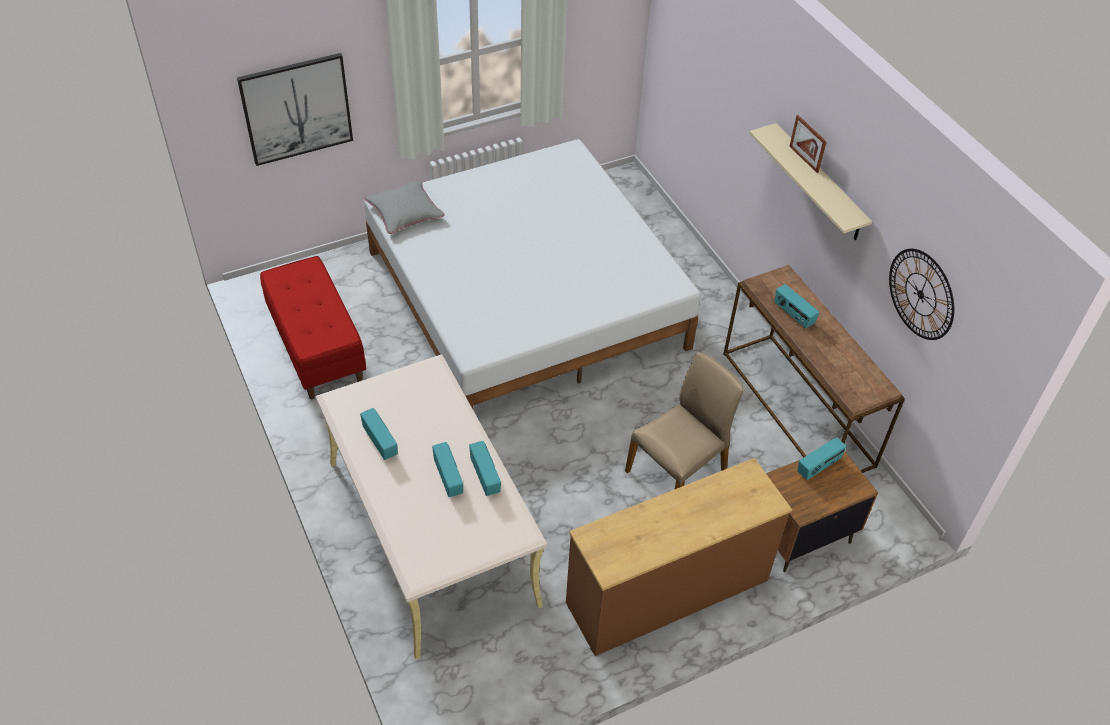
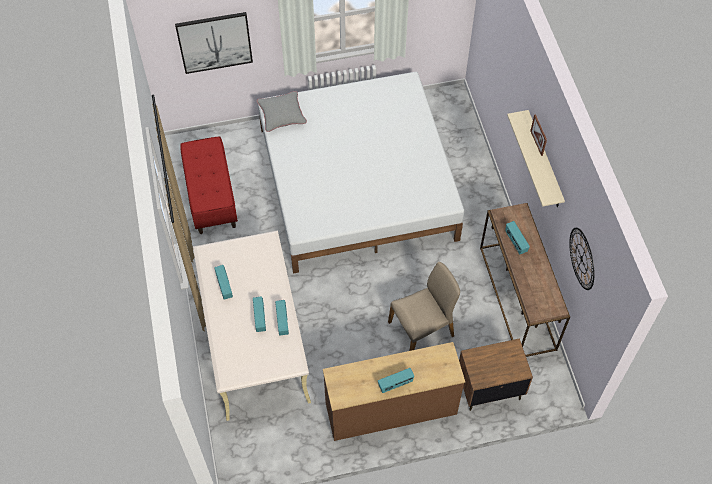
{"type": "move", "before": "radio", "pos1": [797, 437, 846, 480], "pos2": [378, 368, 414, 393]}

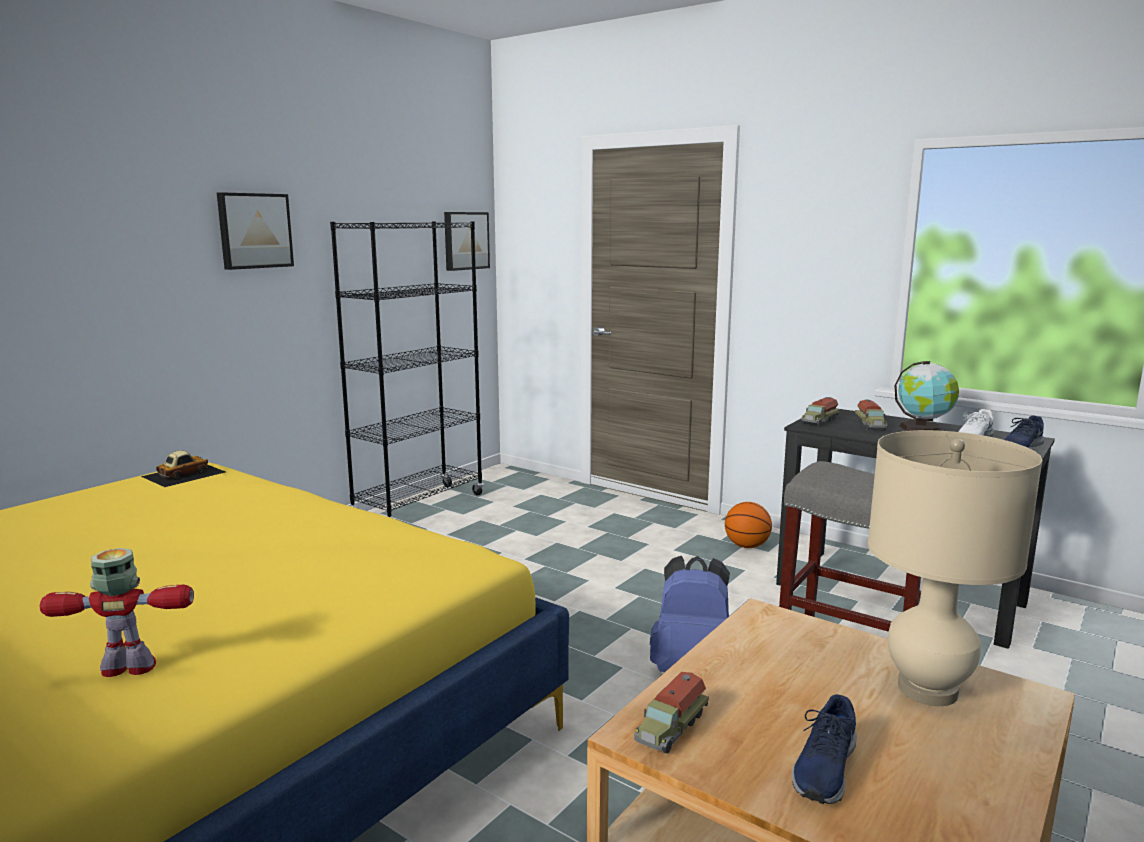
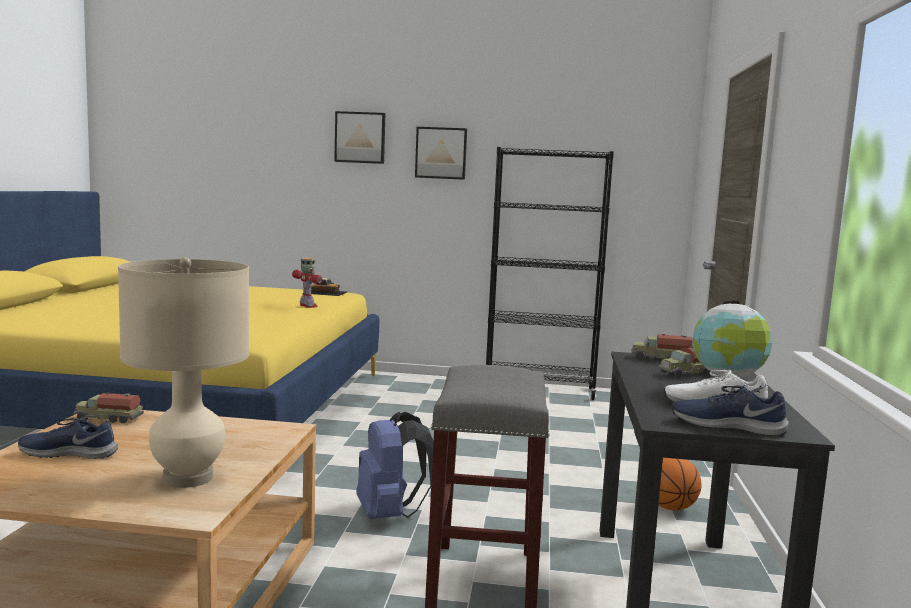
{"type": "move", "before": "toy robot", "pos1": [40, 548, 194, 677], "pos2": [292, 258, 323, 308]}
{"type": "move", "before": "picture", "pos1": [444, 212, 490, 271], "pos2": [334, 111, 385, 164]}

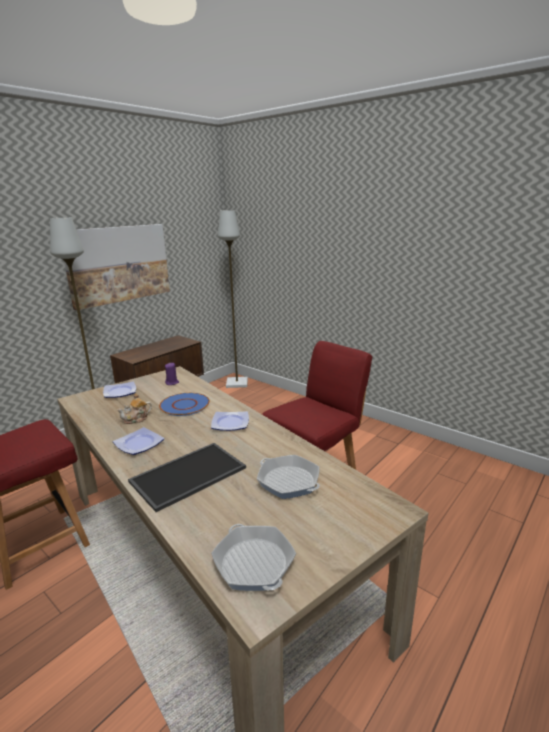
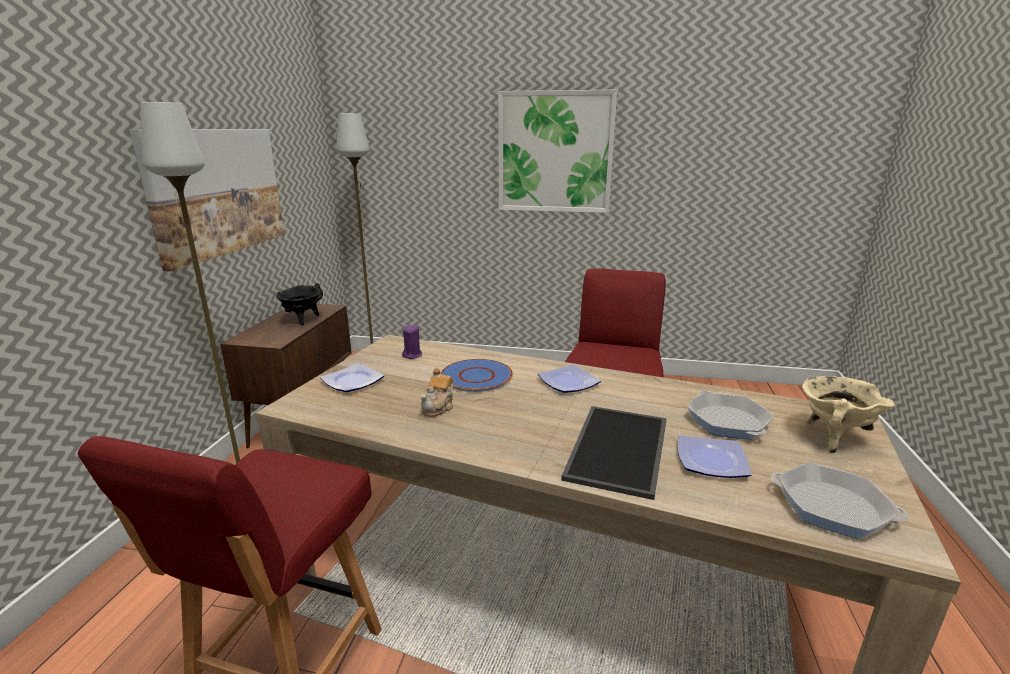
{"type": "move", "before": "plate", "pos1": [113, 427, 164, 455], "pos2": [677, 435, 752, 478]}
{"type": "rotate", "before": "frying pan", "pos1": [257, 455, 320, 499], "pos2": [687, 391, 774, 439], "turn": -120}
{"type": "insert", "after": "cooking pot/black", "pos2": [276, 283, 323, 325]}
{"type": "insert", "after": "picture", "pos2": [498, 90, 617, 213]}
{"type": "insert", "after": "cooking pot/beige", "pos2": [802, 376, 894, 454]}

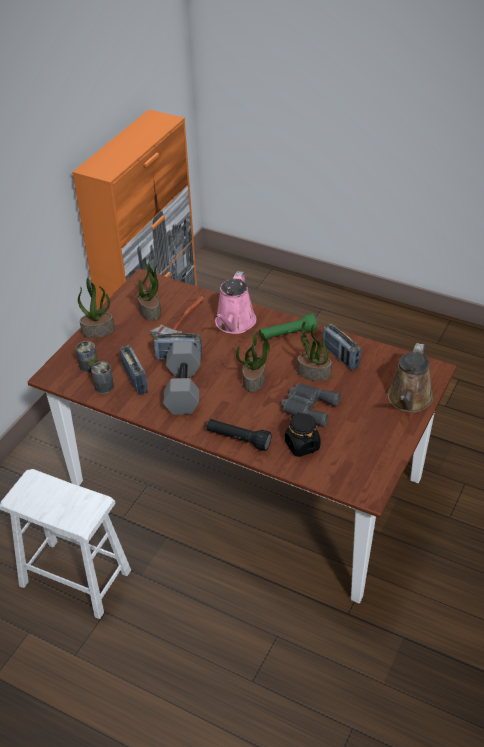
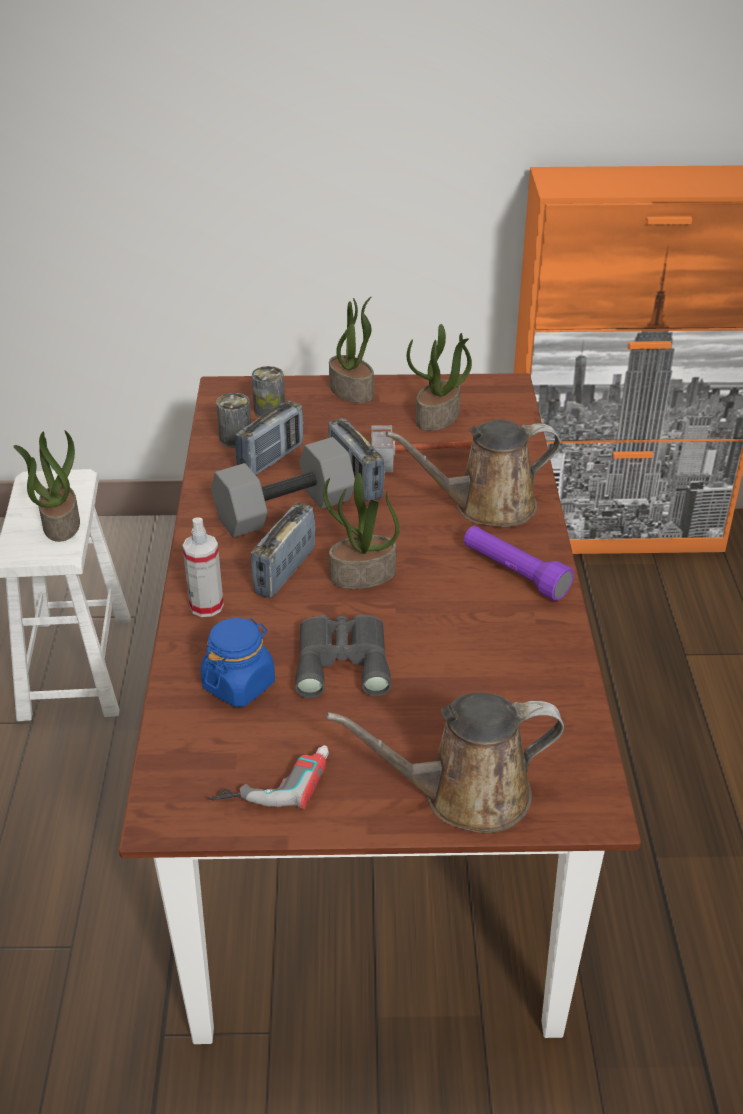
{"type": "replace", "before": "flashlight/black", "after": "spray bottle", "pos1": [206, 419, 272, 451], "pos2": [182, 518, 224, 617]}
{"type": "recolor", "before": "watering can/pink", "after": "watering can/brown", "pos1": [215, 271, 256, 334], "pos2": [386, 420, 561, 527]}
{"type": "recolor", "before": "flashlight/green", "after": "flashlight/purple", "pos1": [259, 314, 318, 340], "pos2": [464, 526, 574, 601]}
{"type": "recolor", "before": "jar/black", "after": "jar/blue", "pos1": [285, 412, 321, 457], "pos2": [200, 618, 275, 707]}
{"type": "move", "before": "potted plant", "pos1": [297, 321, 332, 381], "pos2": [13, 430, 80, 542]}
{"type": "move", "before": "radio", "pos1": [323, 323, 361, 370], "pos2": [251, 503, 315, 598]}
{"type": "insert", "after": "power drill", "pos2": [207, 745, 329, 809]}

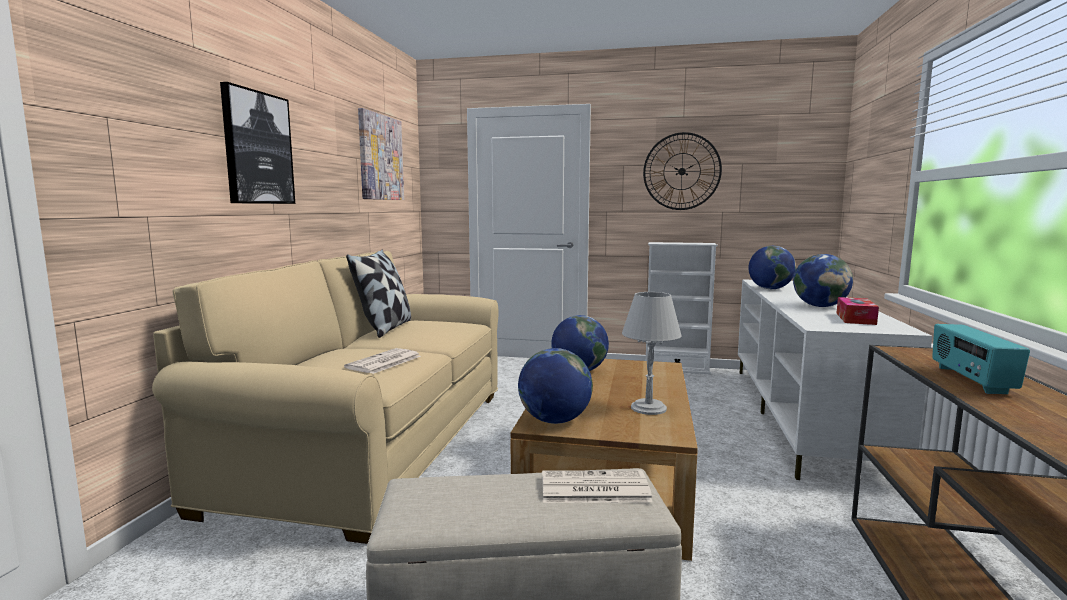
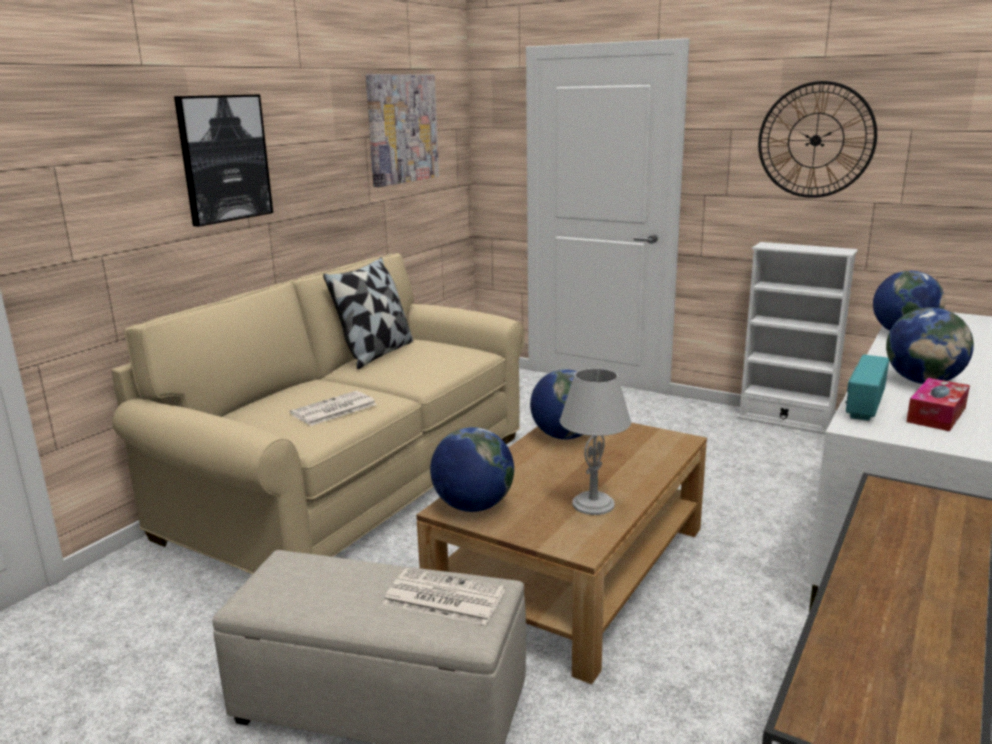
{"type": "move", "before": "radio", "pos1": [932, 324, 1030, 394], "pos2": [845, 355, 889, 421]}

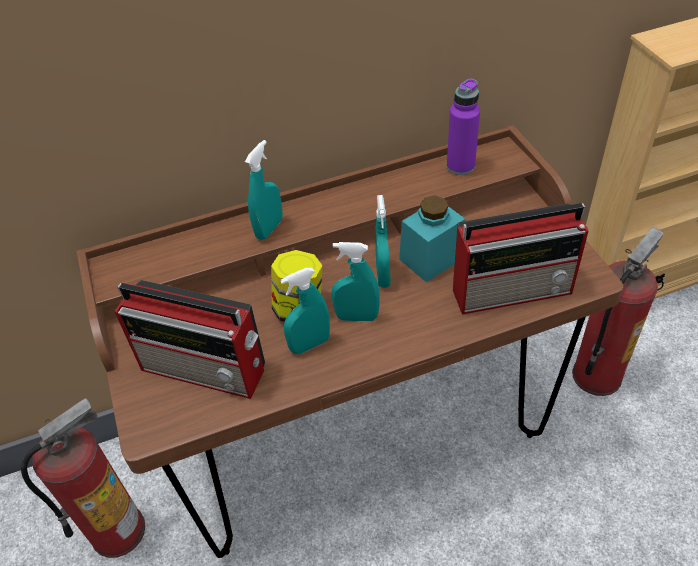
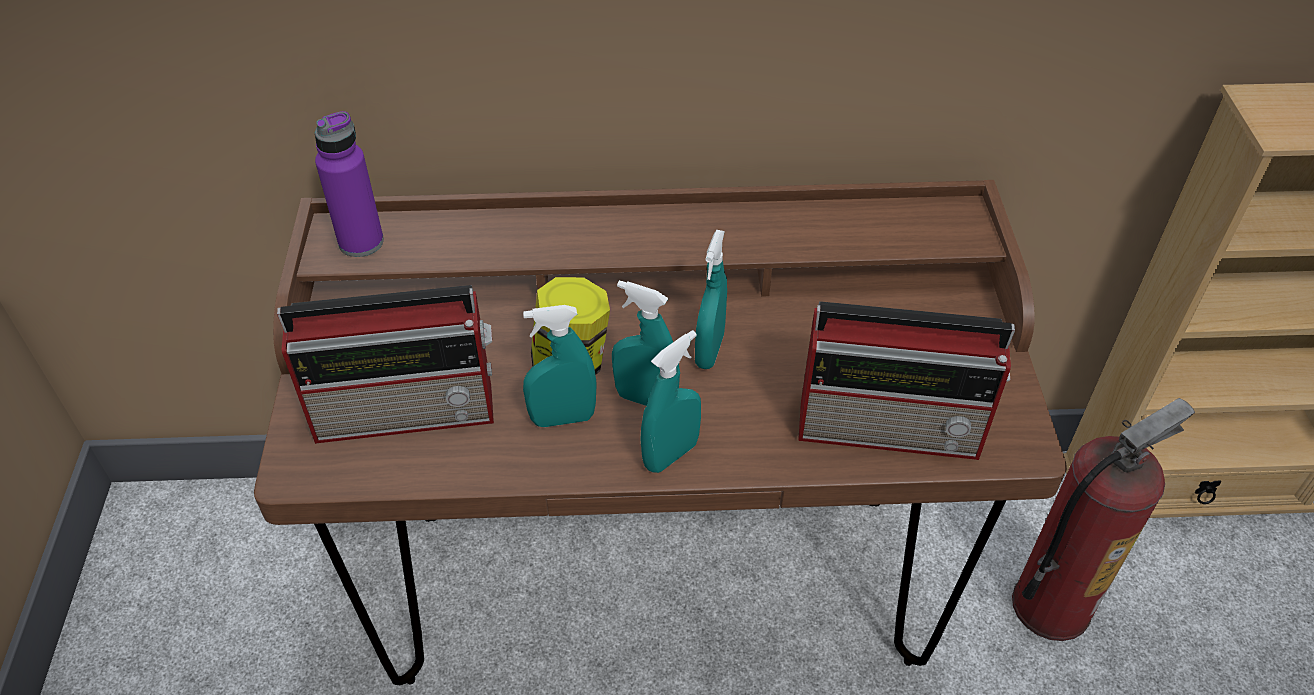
{"type": "delete", "before": "fire extinguisher", "pos1": [21, 398, 145, 558]}
{"type": "rotate", "before": "radio", "pos1": [115, 280, 265, 399], "pos2": [277, 285, 494, 444], "turn": -45}
{"type": "move", "before": "spray bottle/turquoise", "pos1": [245, 140, 283, 240], "pos2": [640, 330, 701, 473]}
{"type": "delete", "before": "jar/turquoise", "pos1": [399, 195, 465, 282]}
{"type": "move", "before": "bottle/purple", "pos1": [447, 79, 480, 175], "pos2": [315, 111, 384, 257]}

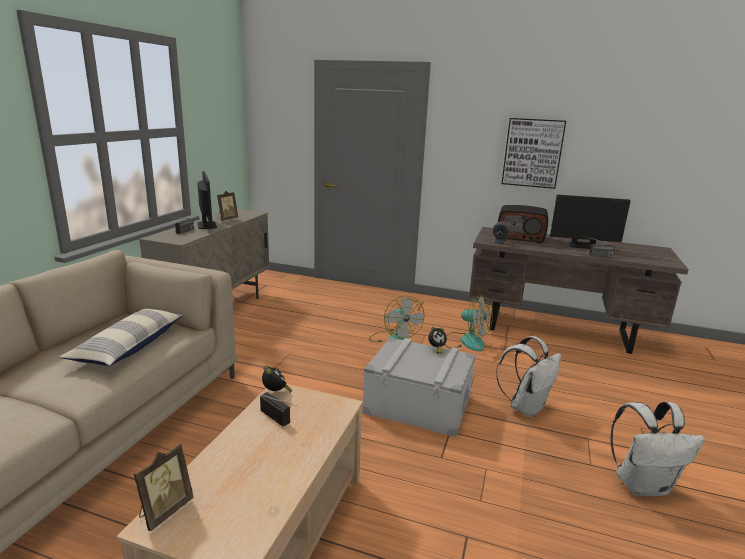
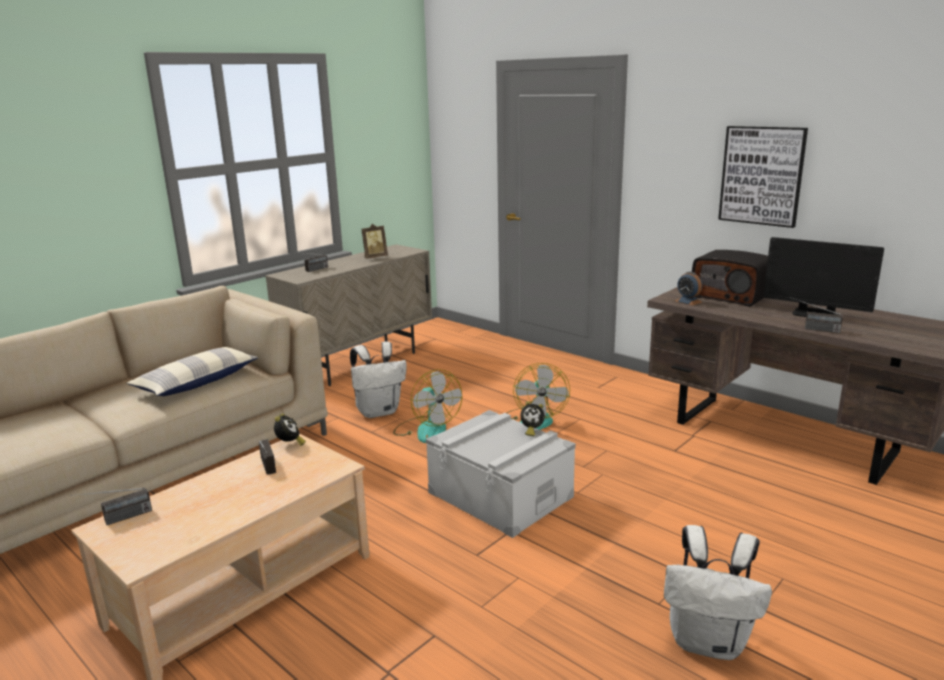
{"type": "replace", "before": "picture frame", "after": "radio", "pos1": [134, 444, 193, 532], "pos2": [71, 488, 152, 525]}
{"type": "delete", "before": "monitor", "pos1": [197, 171, 217, 229]}
{"type": "move", "before": "fan", "pos1": [445, 295, 493, 351], "pos2": [393, 369, 462, 443]}
{"type": "move", "before": "backpack/white", "pos1": [496, 336, 561, 417], "pos2": [350, 341, 407, 418]}

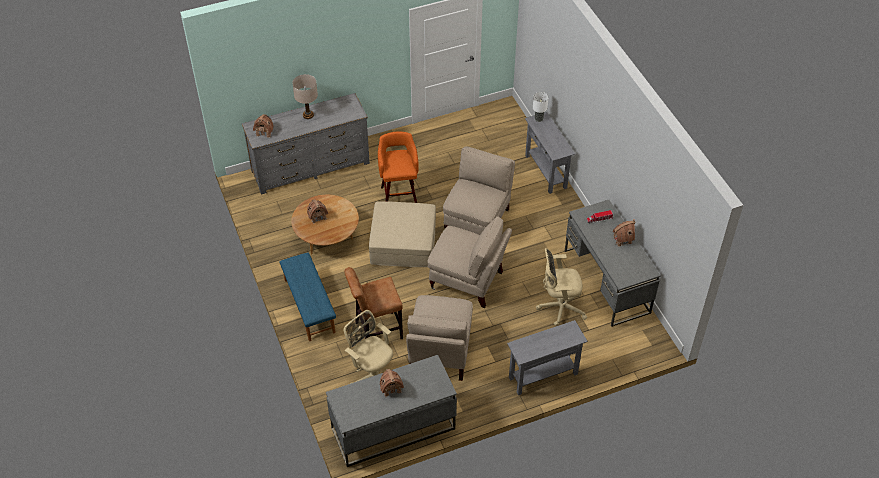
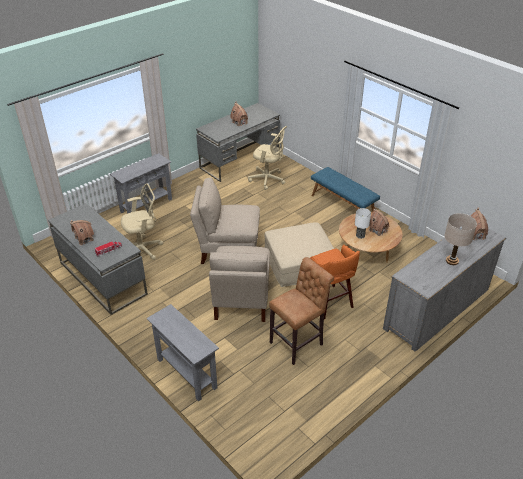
{"type": "move", "before": "stool/brown", "pos1": [344, 267, 403, 339], "pos2": [269, 257, 334, 365]}
{"type": "delete", "before": "chair/beige", "pos1": [406, 295, 473, 381]}
{"type": "move", "before": "table lamp", "pos1": [533, 92, 548, 122], "pos2": [355, 208, 371, 239]}

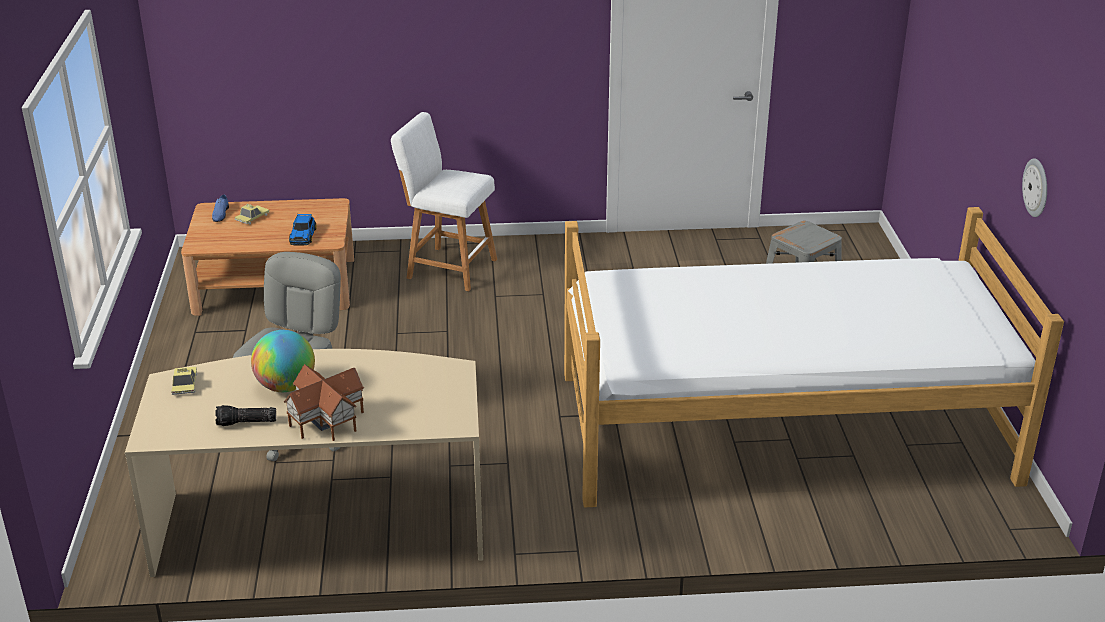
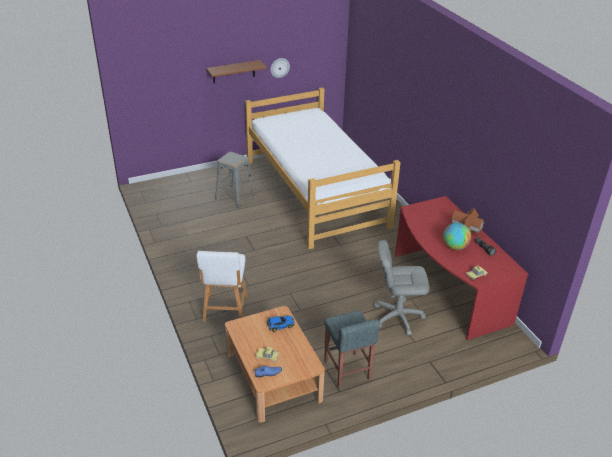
{"type": "recolor", "before": "desk/beige", "after": "desk/red", "pos1": [125, 349, 483, 577], "pos2": [395, 196, 528, 340]}
{"type": "insert", "after": "shelf/brown", "pos2": [206, 60, 267, 83]}
{"type": "insert", "after": "stool/grey", "pos2": [324, 311, 380, 388]}

